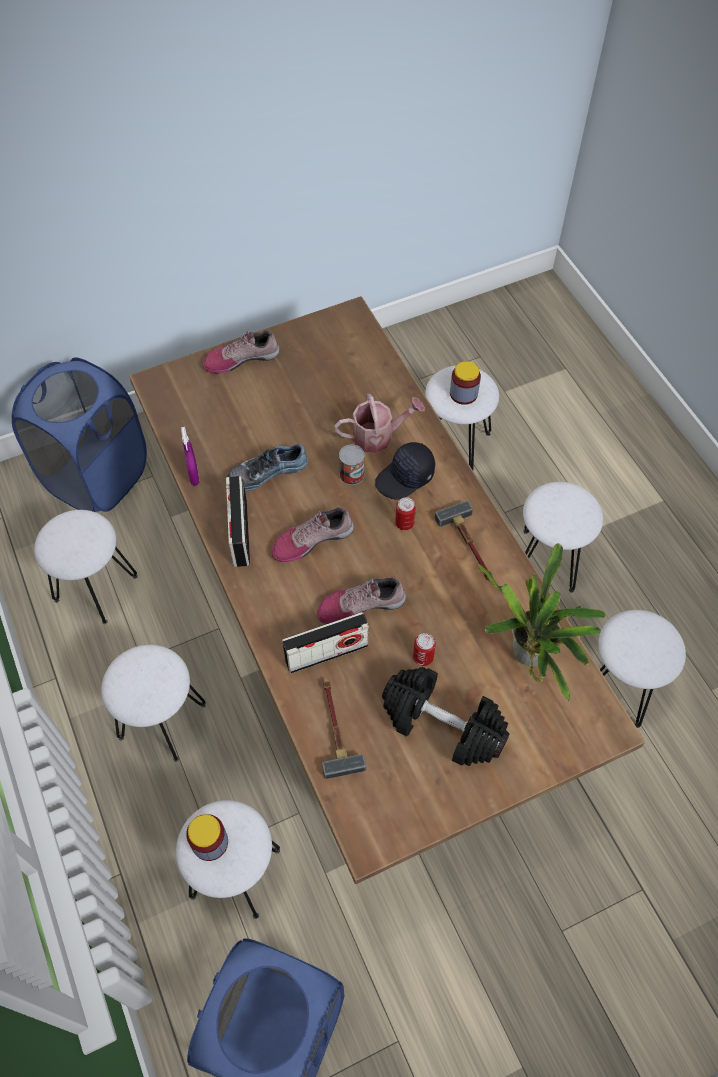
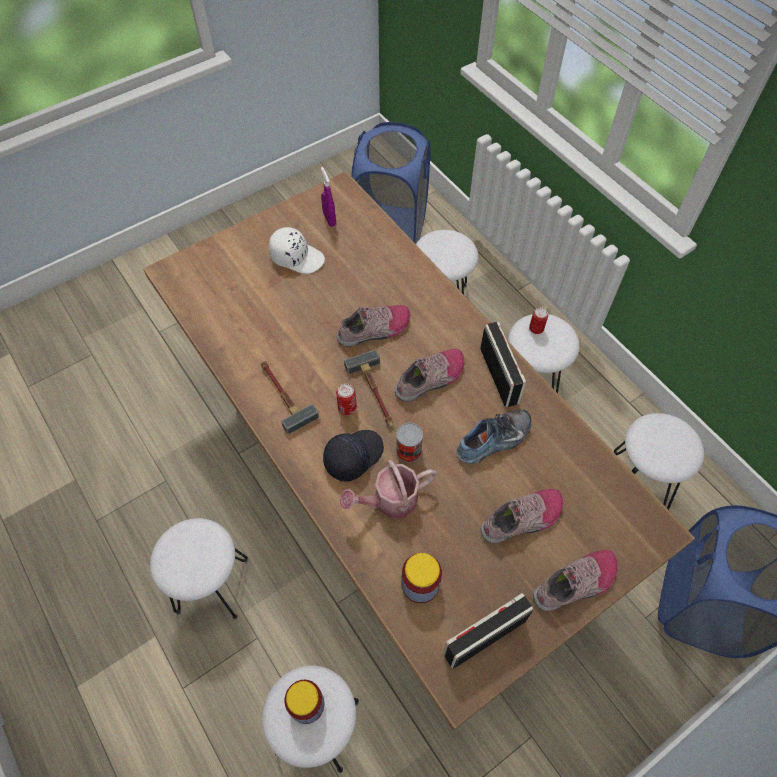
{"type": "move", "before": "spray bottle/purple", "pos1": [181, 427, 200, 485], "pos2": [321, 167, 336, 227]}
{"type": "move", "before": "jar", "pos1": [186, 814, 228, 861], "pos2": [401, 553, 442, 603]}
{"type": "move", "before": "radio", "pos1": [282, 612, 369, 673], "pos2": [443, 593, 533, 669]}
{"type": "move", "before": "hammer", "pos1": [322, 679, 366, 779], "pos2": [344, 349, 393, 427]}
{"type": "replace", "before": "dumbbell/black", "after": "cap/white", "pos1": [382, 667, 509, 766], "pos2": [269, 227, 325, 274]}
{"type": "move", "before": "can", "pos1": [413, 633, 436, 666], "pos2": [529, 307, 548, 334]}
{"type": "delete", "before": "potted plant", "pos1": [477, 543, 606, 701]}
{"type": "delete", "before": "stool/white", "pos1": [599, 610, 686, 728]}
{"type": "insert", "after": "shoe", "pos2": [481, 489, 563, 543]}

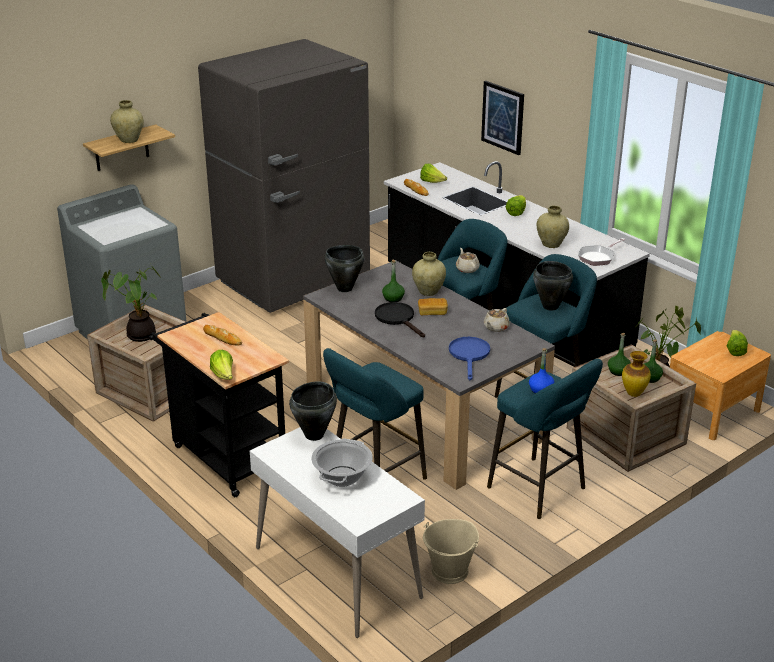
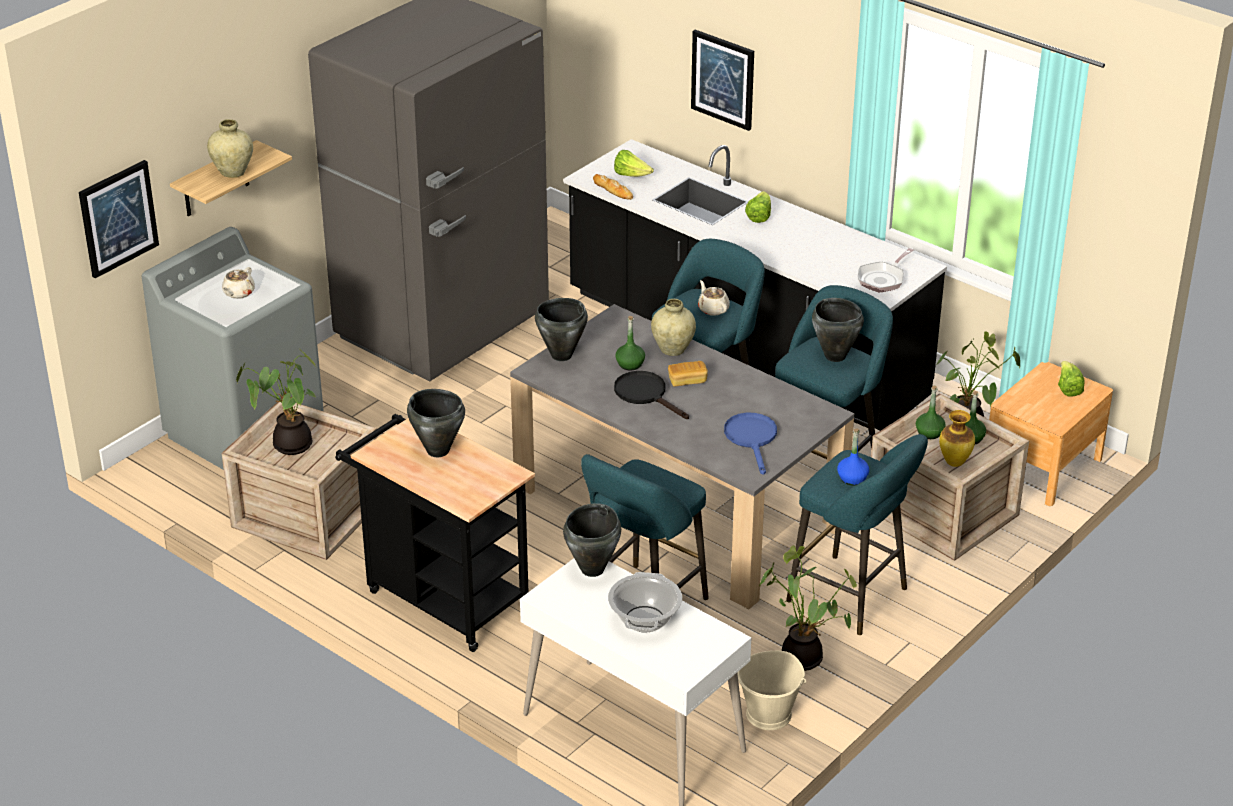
{"type": "replace", "before": "bread", "after": "cooking pot/black", "pos1": [203, 325, 242, 346], "pos2": [407, 389, 465, 457]}
{"type": "delete", "before": "lettuce", "pos1": [210, 350, 233, 380]}
{"type": "move", "before": "teapot/beige", "pos1": [484, 308, 510, 332], "pos2": [222, 267, 255, 299]}
{"type": "delete", "before": "vase/beige", "pos1": [537, 206, 569, 248]}
{"type": "insert", "after": "picture", "pos2": [79, 160, 159, 278]}
{"type": "insert", "after": "potted plant", "pos2": [759, 545, 857, 671]}

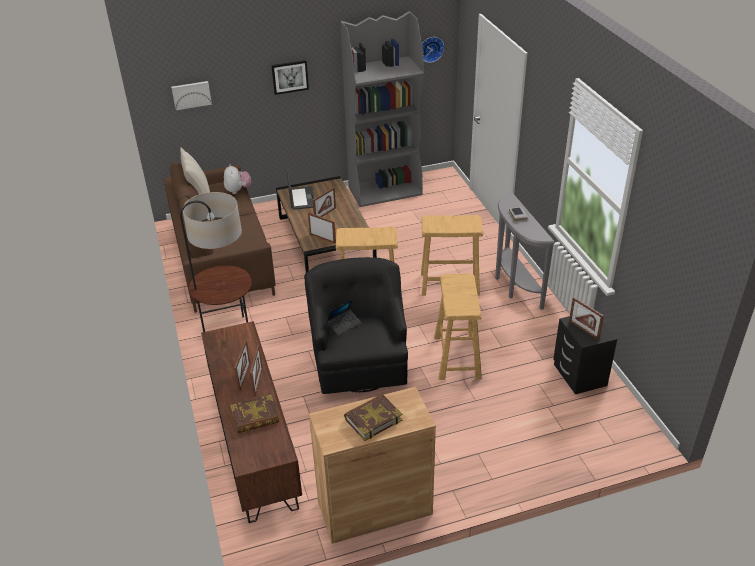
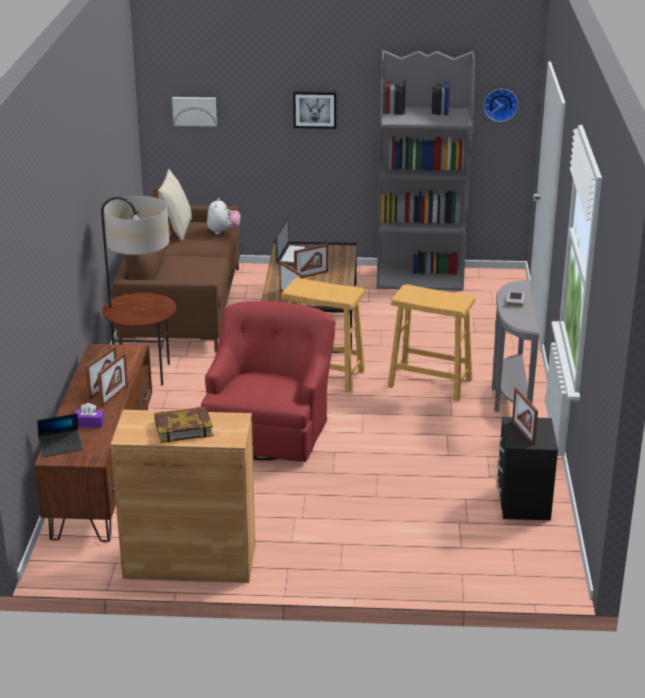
{"type": "replace", "before": "book", "after": "tissue box/purple", "pos1": [230, 395, 279, 433], "pos2": [75, 403, 104, 428]}
{"type": "recolor", "before": "armchair/black", "after": "armchair/red", "pos1": [304, 257, 408, 394], "pos2": [201, 301, 336, 462]}
{"type": "move", "before": "laptop", "pos1": [327, 299, 361, 336], "pos2": [37, 413, 83, 457]}
{"type": "delete", "before": "stool/beige", "pos1": [434, 273, 482, 380]}

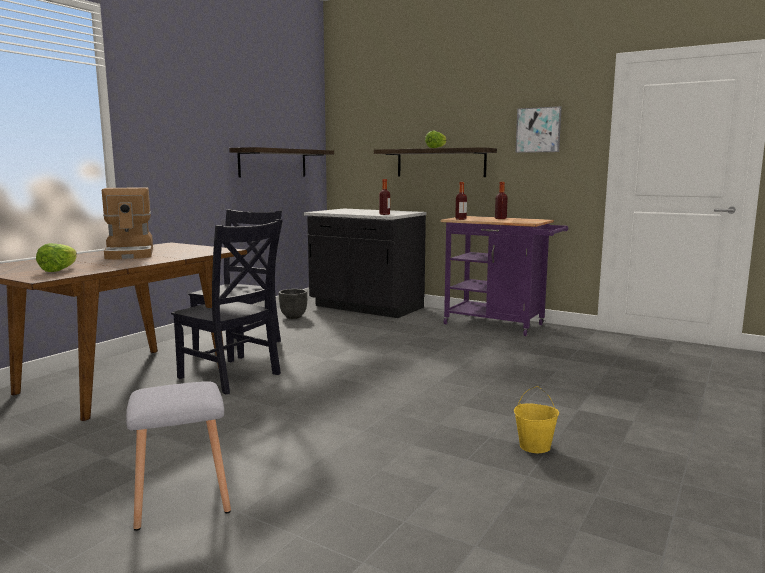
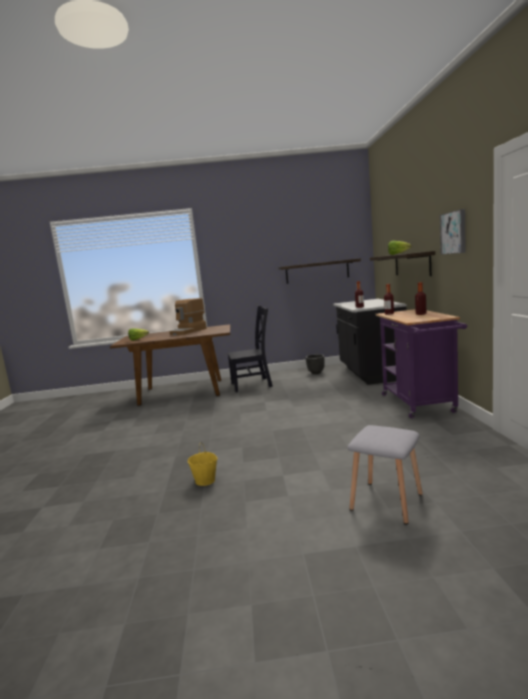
{"type": "move", "before": "stool/grey", "pos1": [126, 381, 231, 531], "pos2": [348, 425, 423, 524]}
{"type": "delete", "before": "chair/black", "pos1": [171, 219, 283, 394]}

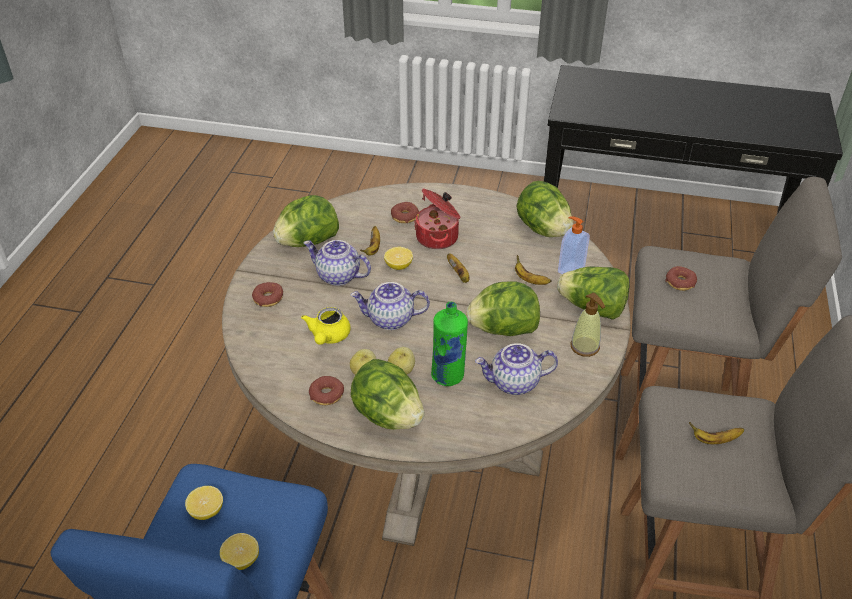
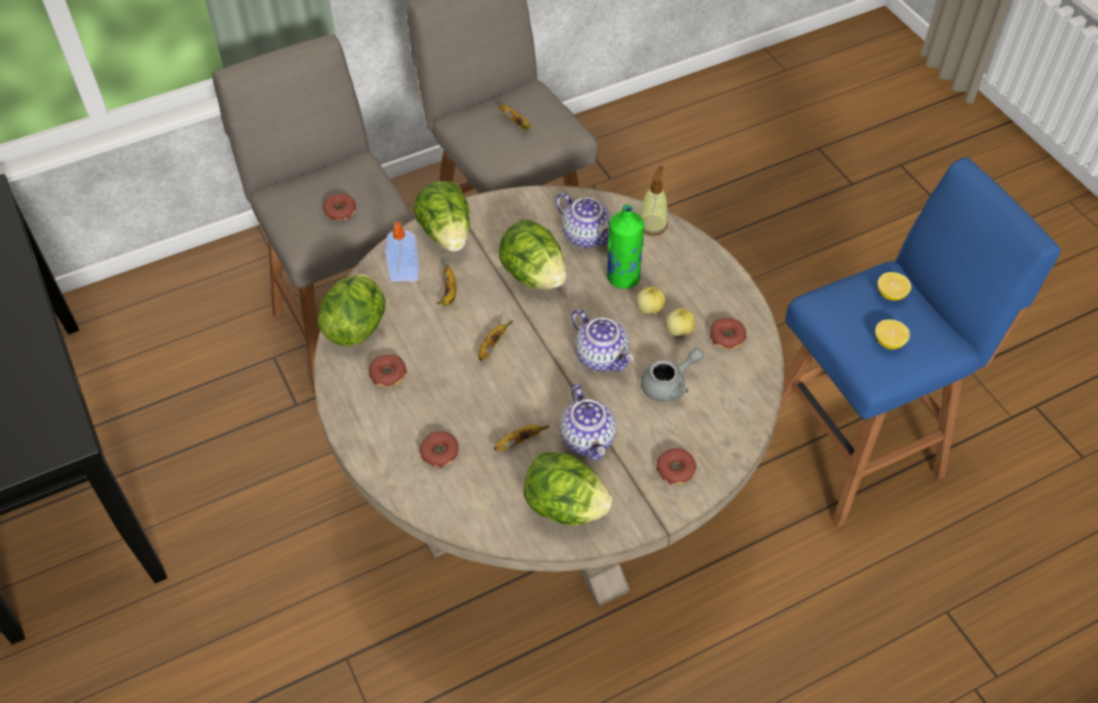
{"type": "recolor", "before": "teapot/yellow", "after": "teapot/grey", "pos1": [301, 307, 351, 345], "pos2": [641, 348, 704, 402]}
{"type": "delete", "before": "lettuce", "pos1": [351, 359, 425, 430]}
{"type": "delete", "before": "lemon", "pos1": [384, 247, 413, 270]}
{"type": "delete", "before": "cooking pot", "pos1": [414, 189, 461, 249]}
{"type": "move", "before": "soap dispenser", "pos1": [570, 292, 605, 357], "pos2": [640, 166, 668, 236]}
{"type": "insert", "after": "donut", "pos2": [369, 355, 407, 387]}

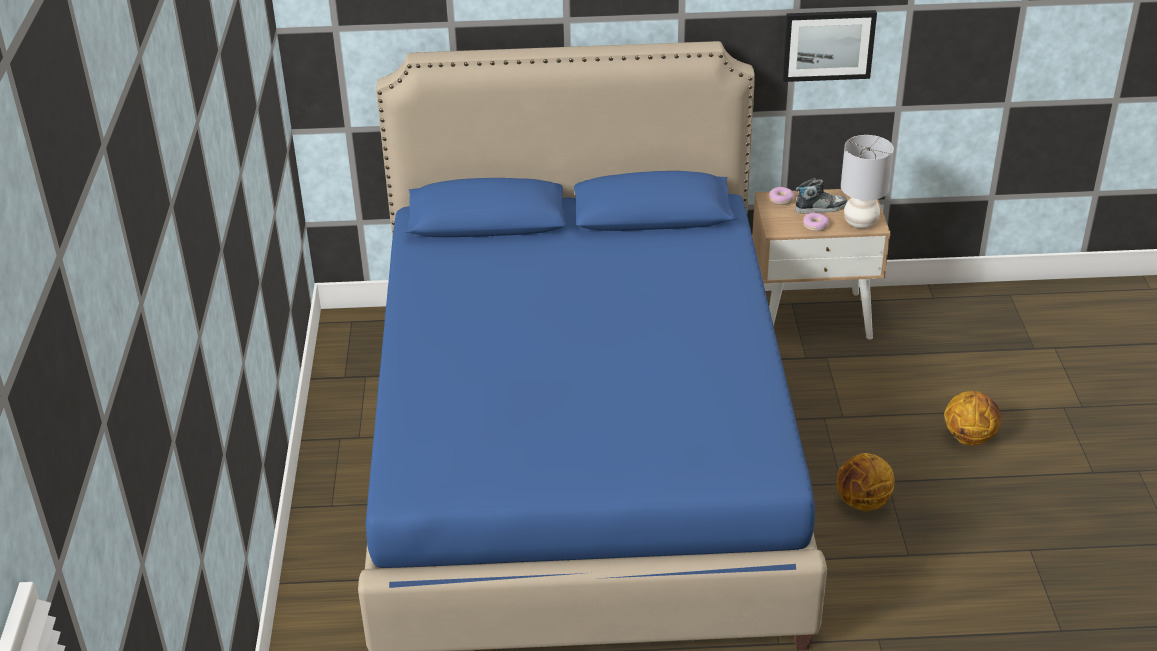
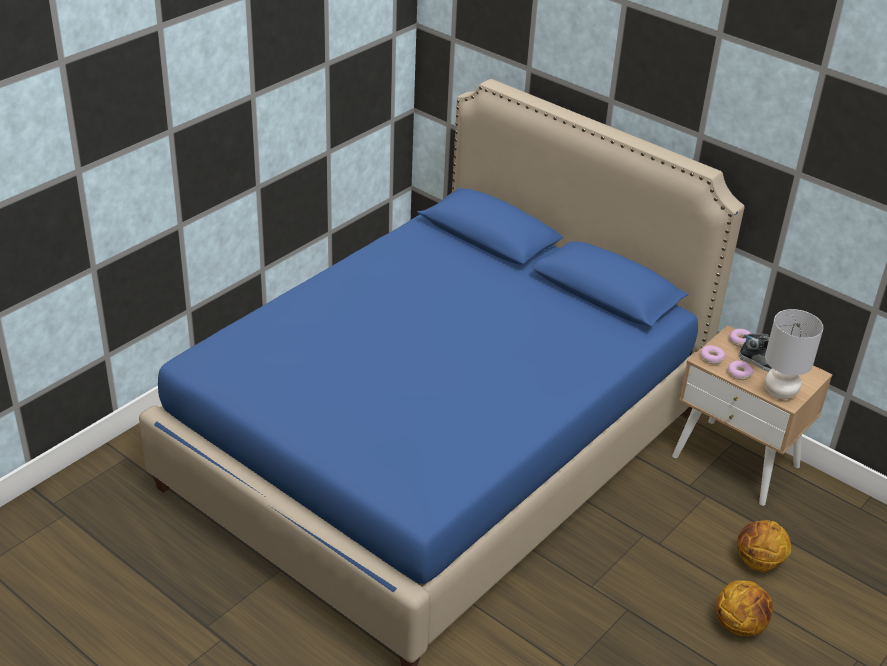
{"type": "delete", "before": "picture", "pos1": [782, 10, 877, 82]}
{"type": "move", "before": "basketball", "pos1": [837, 453, 894, 511], "pos2": [737, 520, 791, 572]}
{"type": "insert", "after": "donut", "pos2": [700, 345, 725, 364]}

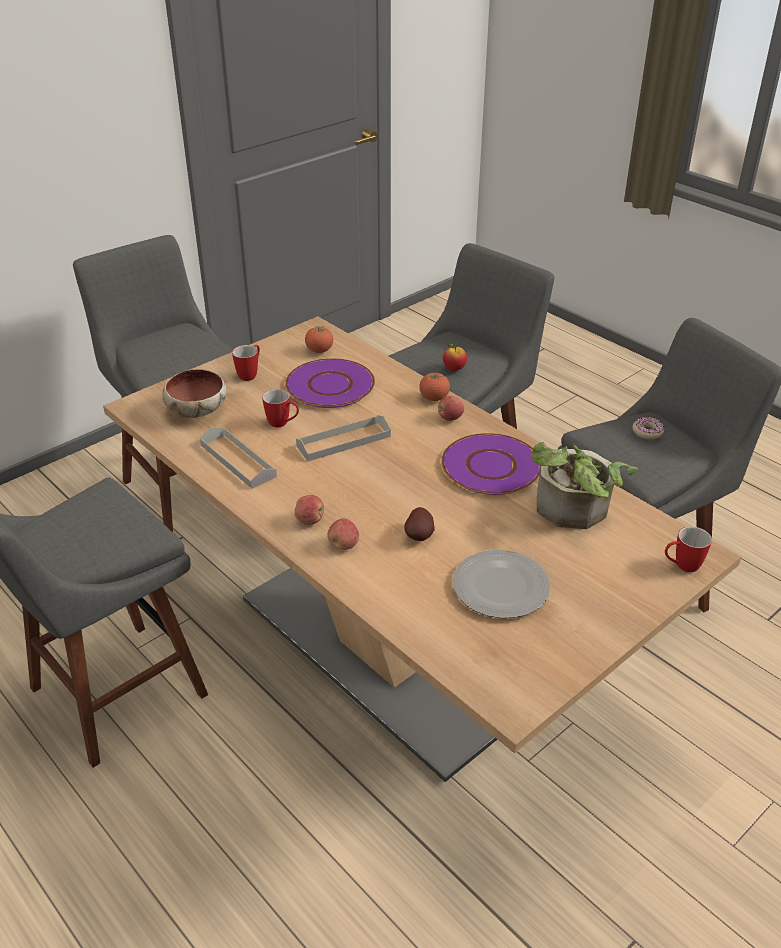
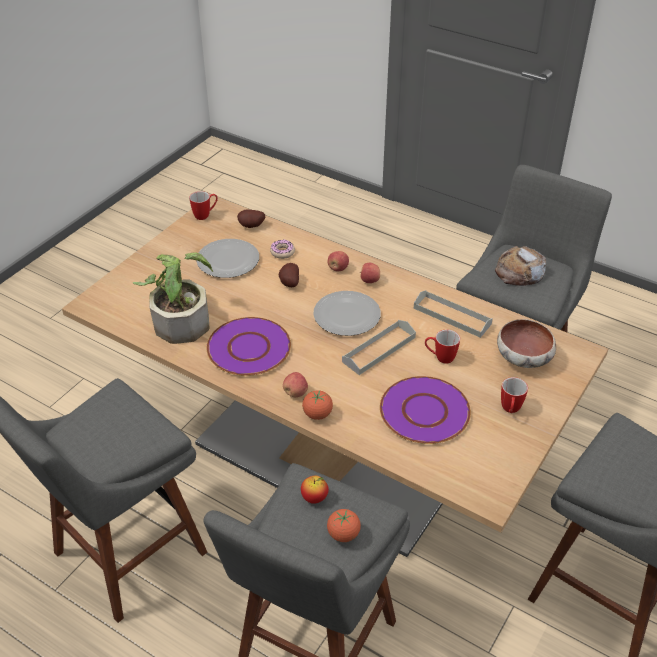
{"type": "move", "before": "tomato", "pos1": [305, 326, 333, 353], "pos2": [327, 509, 361, 542]}
{"type": "move", "before": "donut", "pos1": [632, 417, 664, 439], "pos2": [270, 240, 295, 259]}
{"type": "move", "before": "mug", "pos1": [665, 526, 712, 572], "pos2": [189, 191, 218, 220]}
{"type": "insert", "after": "potato", "pos2": [237, 209, 265, 228]}
{"type": "insert", "after": "plate", "pos2": [313, 291, 381, 336]}
{"type": "insert", "after": "bread", "pos2": [495, 246, 546, 286]}

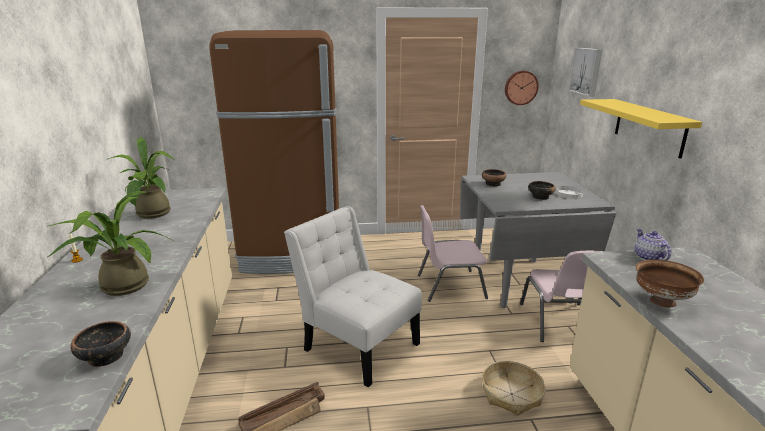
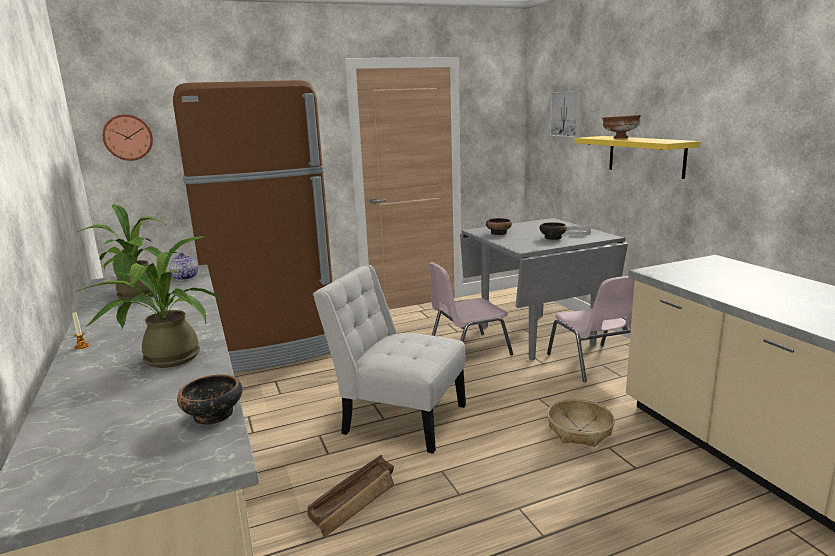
{"type": "move", "before": "wall clock", "pos1": [505, 71, 539, 105], "pos2": [102, 114, 153, 161]}
{"type": "move", "before": "teapot", "pos1": [635, 229, 672, 260], "pos2": [169, 253, 198, 281]}
{"type": "move", "before": "bowl/brown", "pos1": [636, 259, 704, 307], "pos2": [602, 115, 642, 138]}

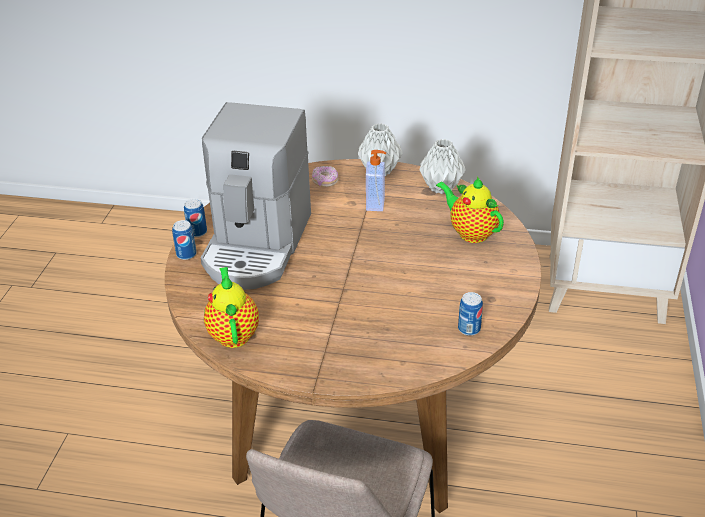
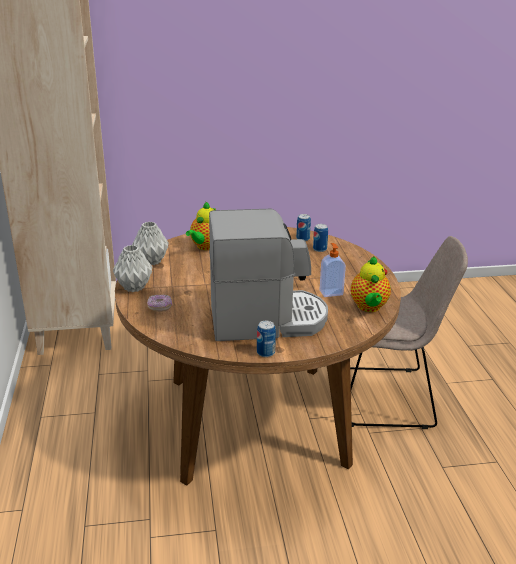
{"type": "move", "before": "can", "pos1": [172, 220, 197, 260], "pos2": [313, 224, 328, 252]}
{"type": "rotate", "before": "teapot", "pos1": [204, 267, 259, 348], "pos2": [351, 256, 391, 312], "turn": -60}
{"type": "move", "before": "soap dispenser", "pos1": [366, 150, 386, 211], "pos2": [320, 243, 346, 297]}

